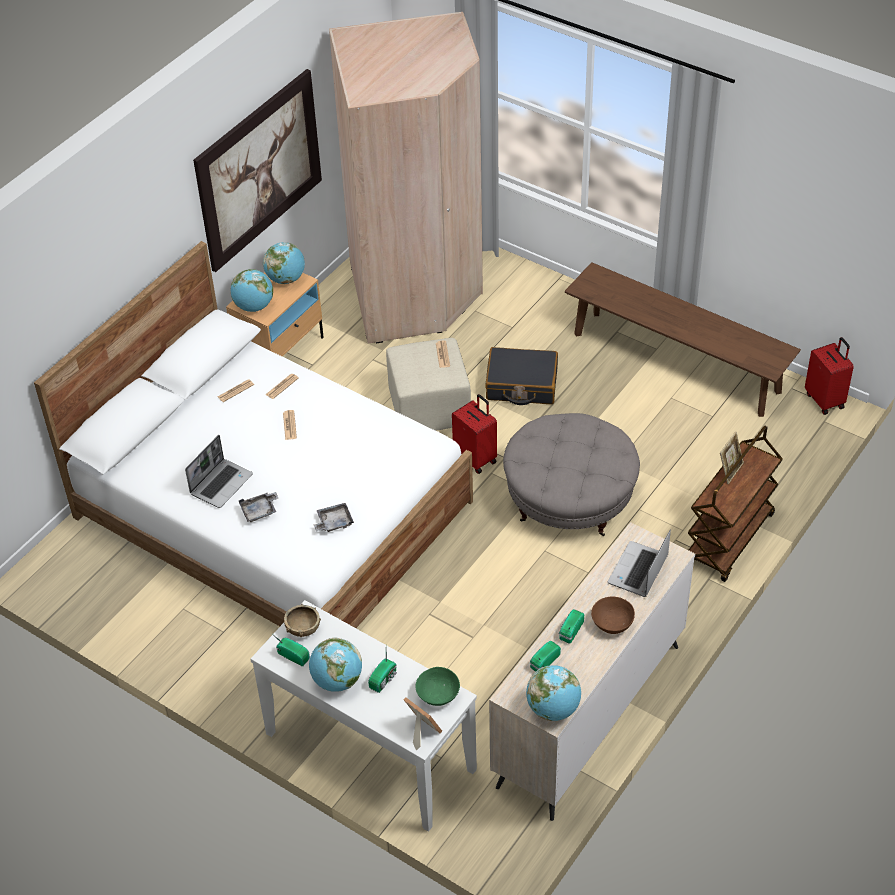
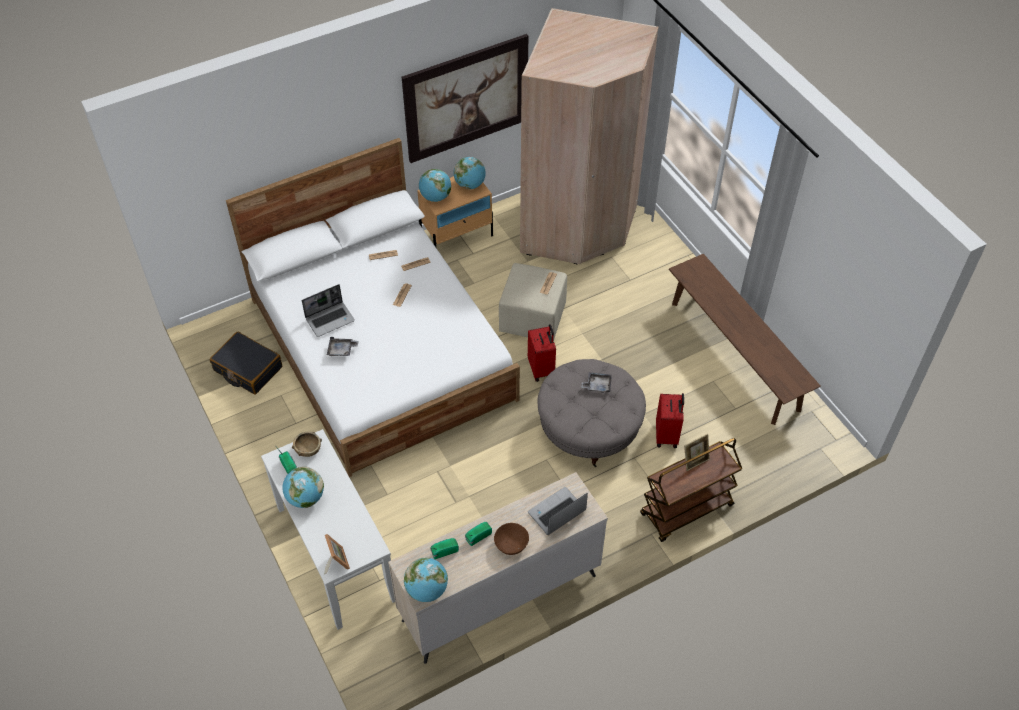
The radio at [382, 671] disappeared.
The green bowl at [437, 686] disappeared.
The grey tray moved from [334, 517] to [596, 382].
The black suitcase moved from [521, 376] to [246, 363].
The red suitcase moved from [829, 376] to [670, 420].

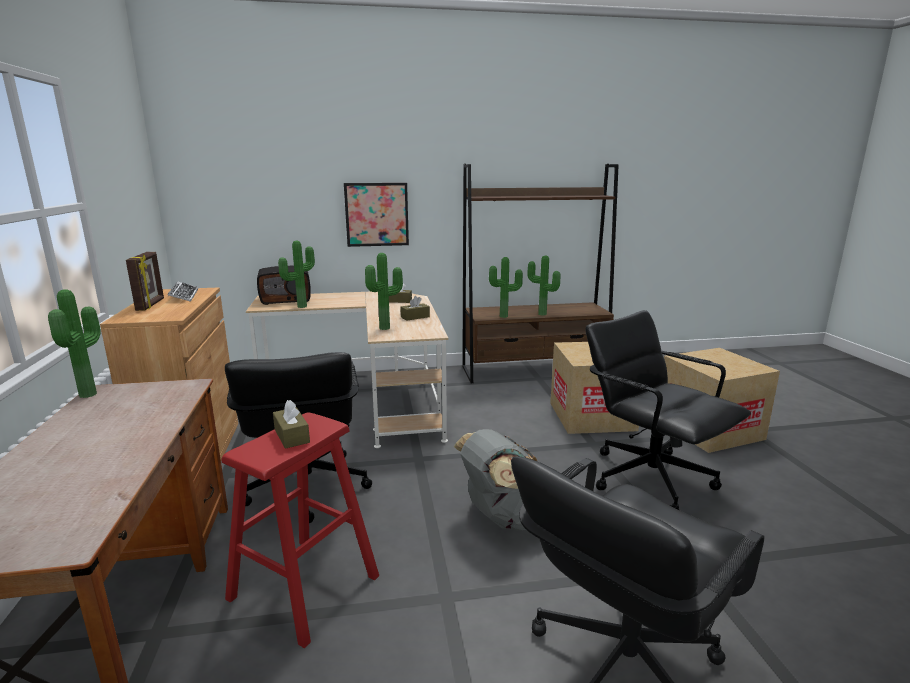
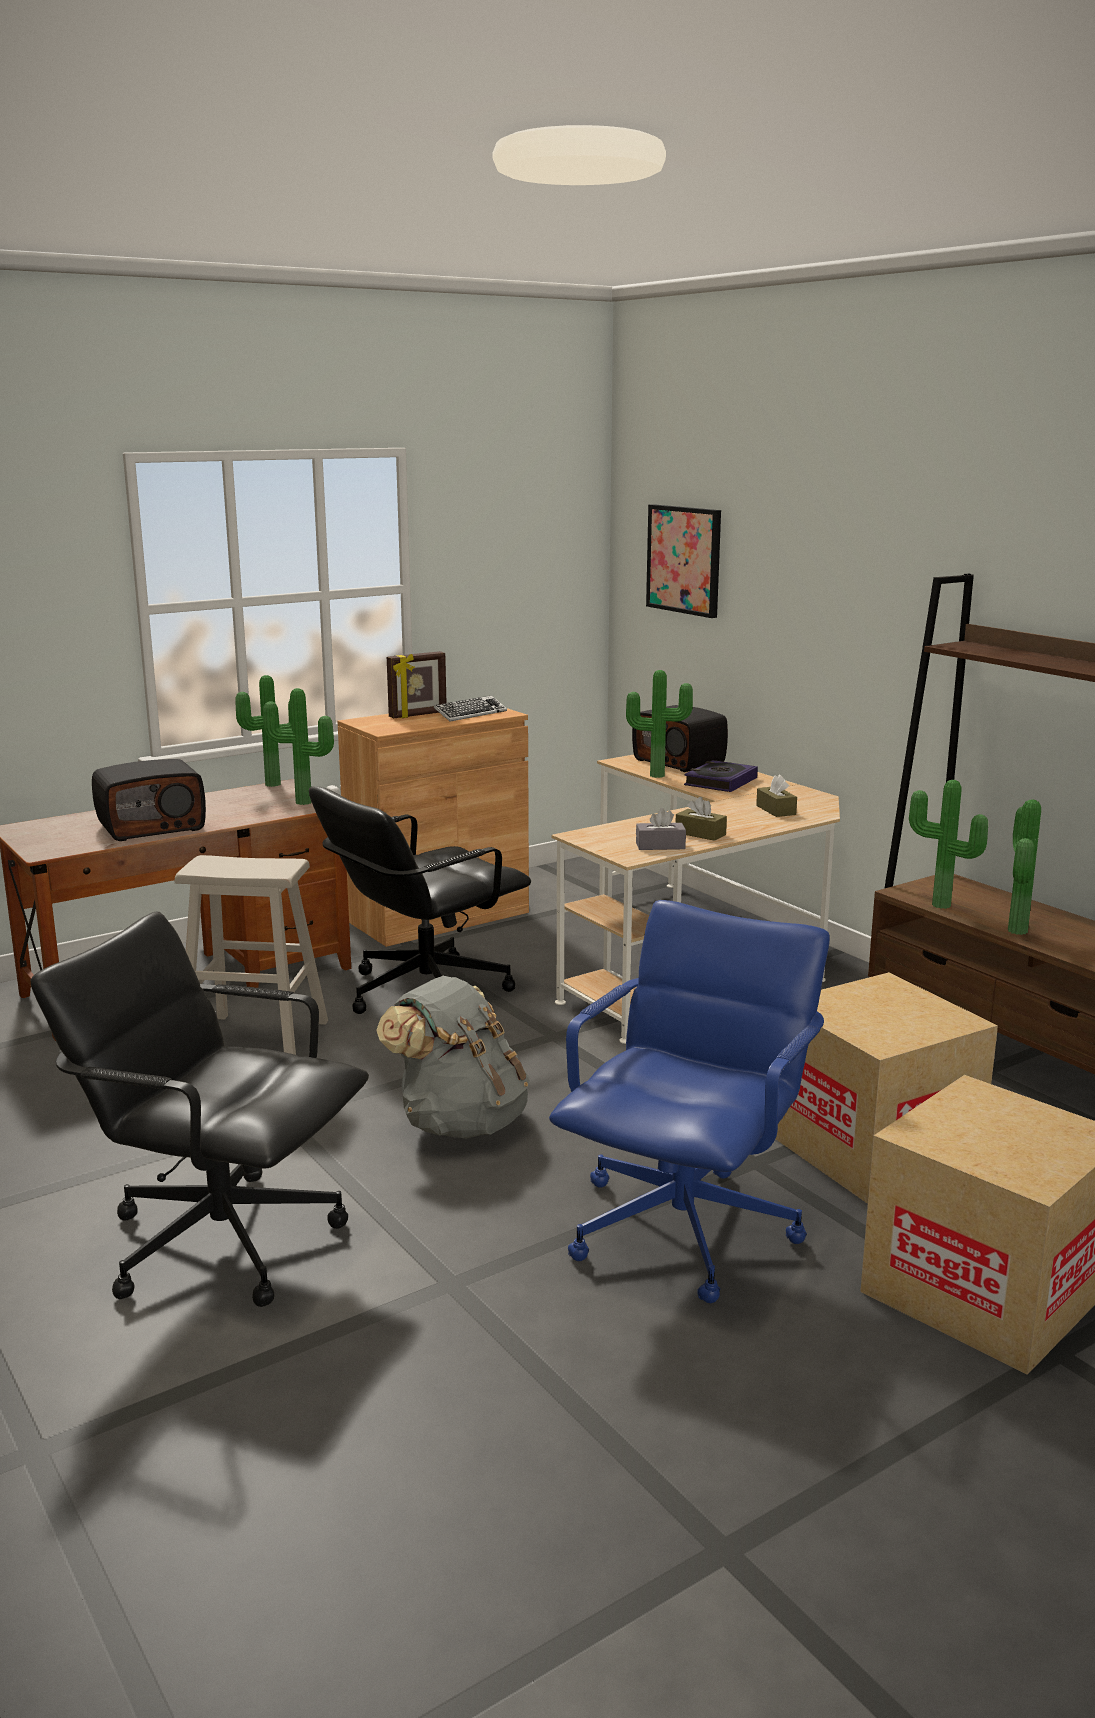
The brown tissue box at [291, 424] disappeared.
The radio at [149, 800] appeared.
The grey tissue box at [661, 829] appeared.
The book at [721, 776] appeared.
The picture moved from [376, 215] to [683, 561].
The potted plant moved from [384, 291] to [298, 746].
The red stool at [300, 530] became the beige stool at [251, 955].
The black office chair at [668, 410] became the blue office chair at [689, 1101].

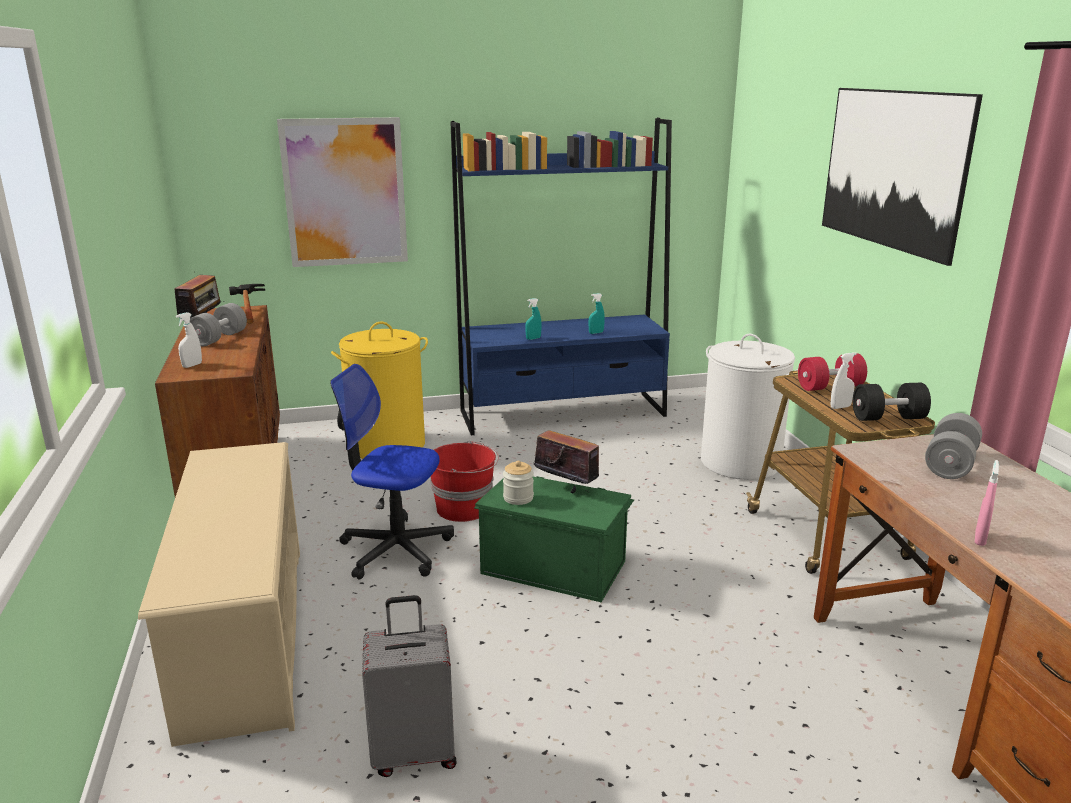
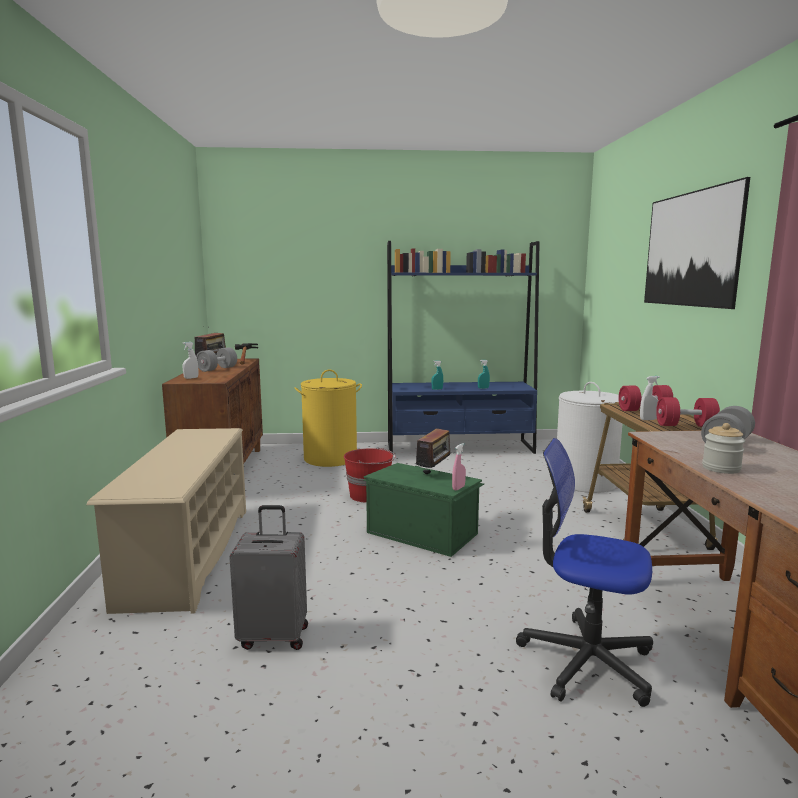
The picture at [342, 192] disappeared.
The office chair moved from [392, 472] to [584, 572].
The jar moved from [518, 483] to [723, 448].
The pink spray bottle moved from [987, 503] to [459, 466].
The black dumbbell at [892, 402] became the red dumbbell at [688, 412].
The radio at [566, 460] turned 75 degrees clockwise.

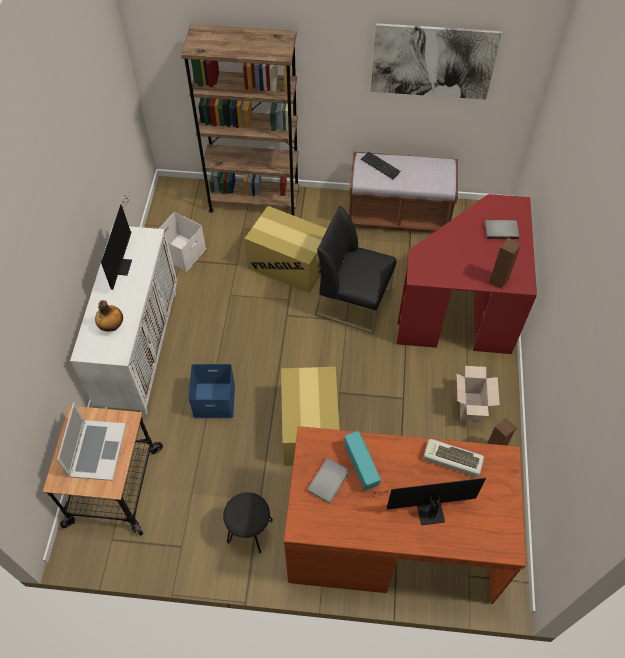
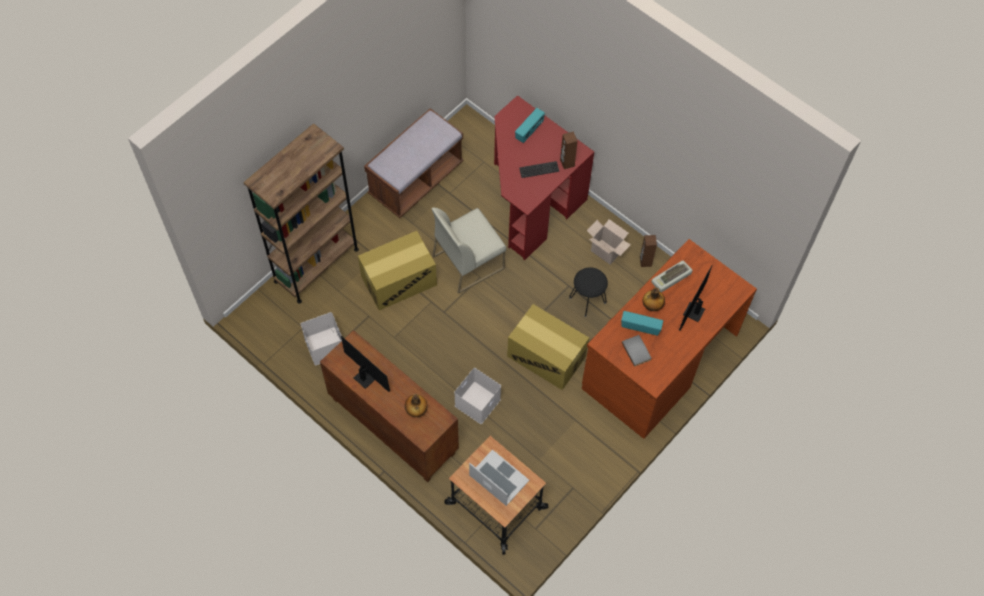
The picture at [436, 61] disappeared.
The bottle at [654, 299] appeared.
The black stool moved from [248, 523] to [588, 292].
The keyboard moved from [381, 165] to [539, 169].
The grey book at [502, 229] was replaced by the radio at [530, 125].
The white cabinet at [123, 321] became the brown cabinet at [389, 406].
The blue storage box at [211, 391] became the white storage box at [477, 396].
The black chair at [356, 270] became the white chair at [468, 251].

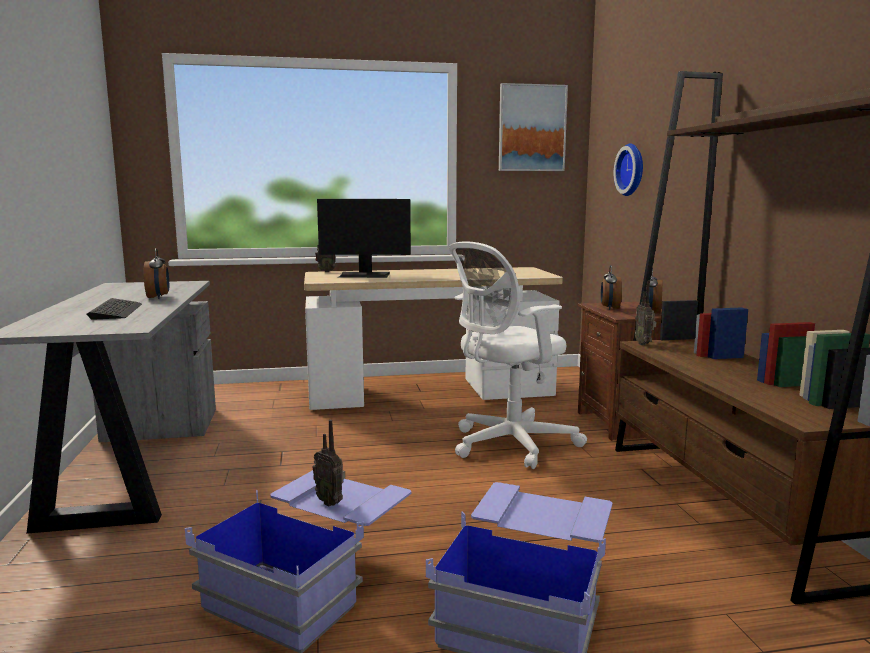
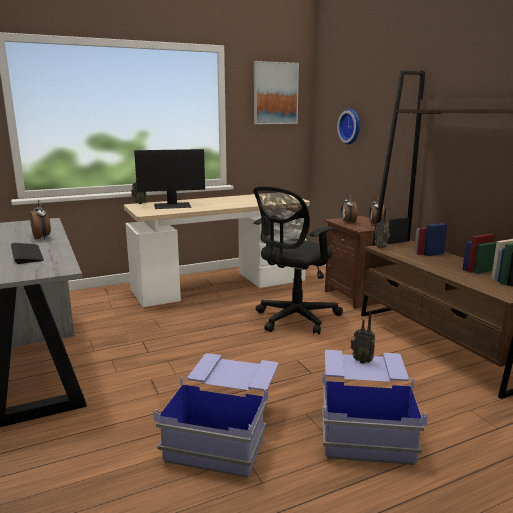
The radio moved from [328, 463] to [362, 337].
The white office chair at [518, 355] became the black office chair at [298, 260].

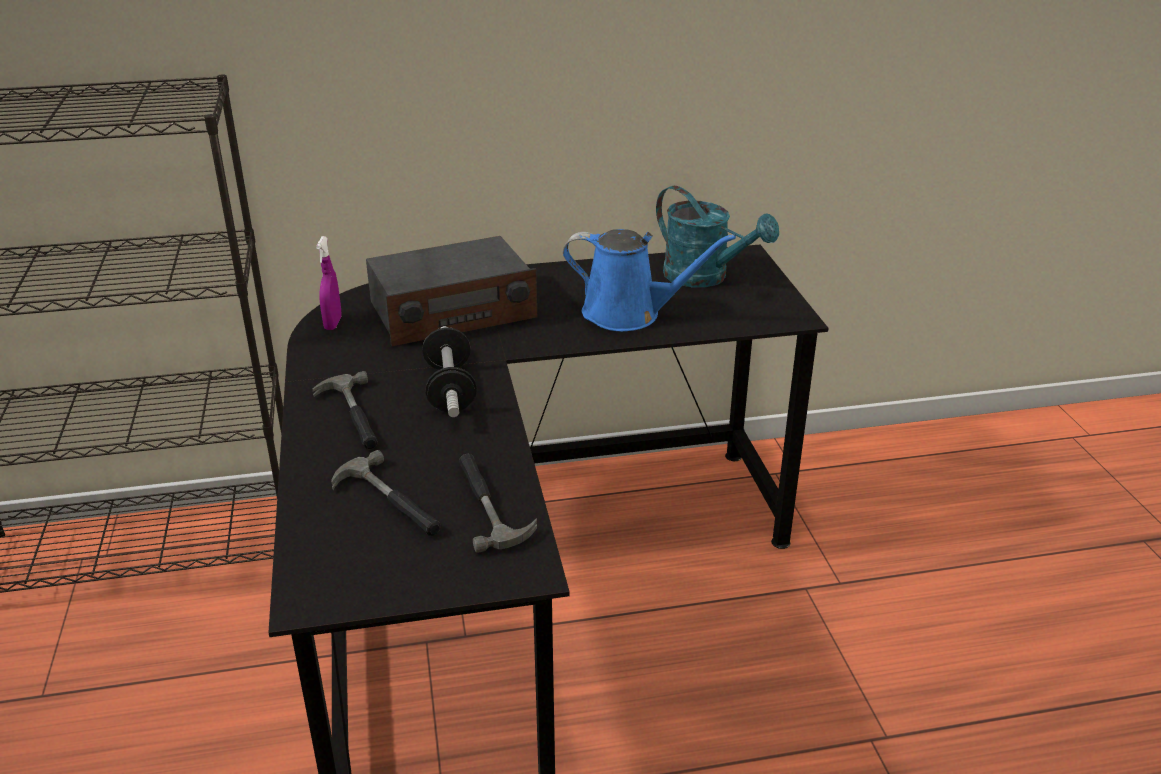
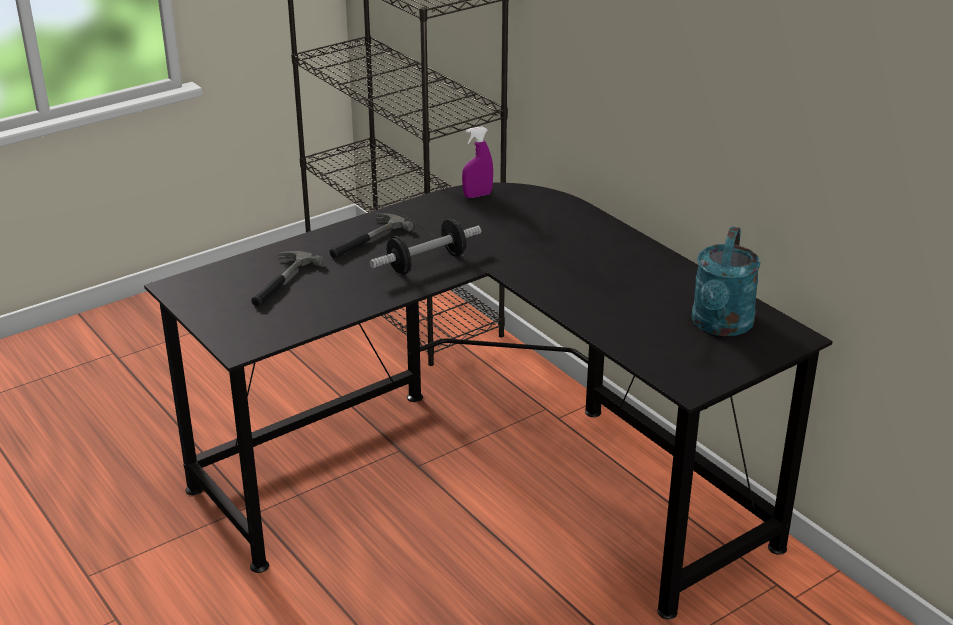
The radio at [451, 291] disappeared.
The hammer at [498, 503] disappeared.
The blue watering can at [649, 280] disappeared.

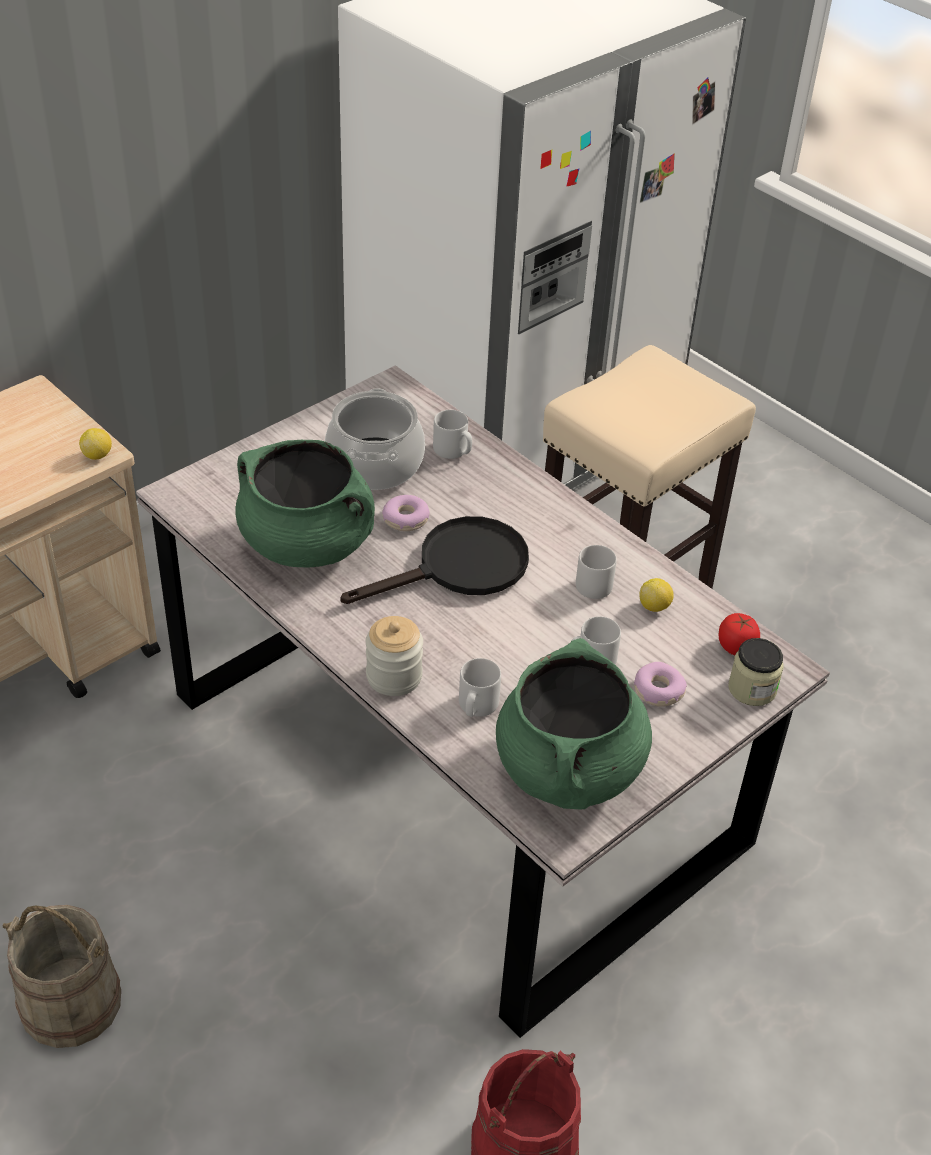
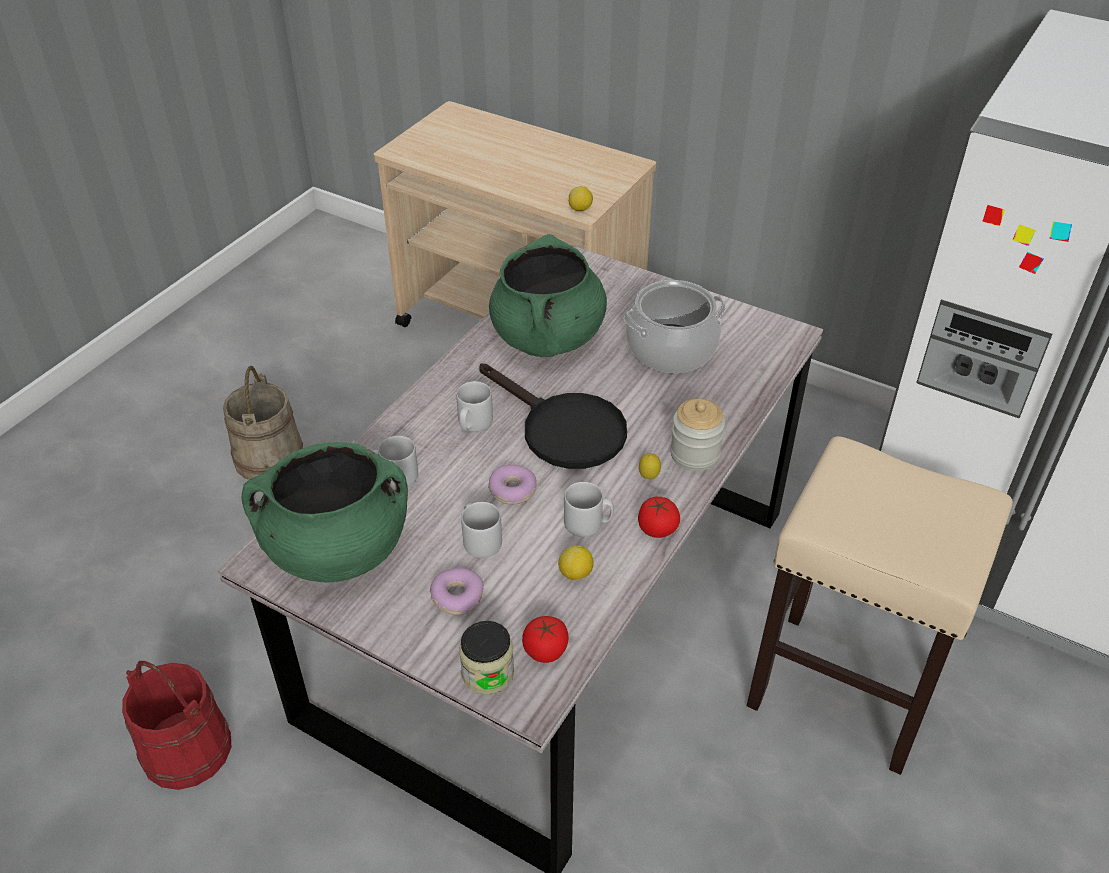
The tomato at [659, 517] appeared.
The lemon at [650, 466] appeared.
The jar moved from [394, 656] to [697, 435].
The donut moved from [406, 513] to [512, 485].
The grey mug moved from [452, 434] to [474, 406].

